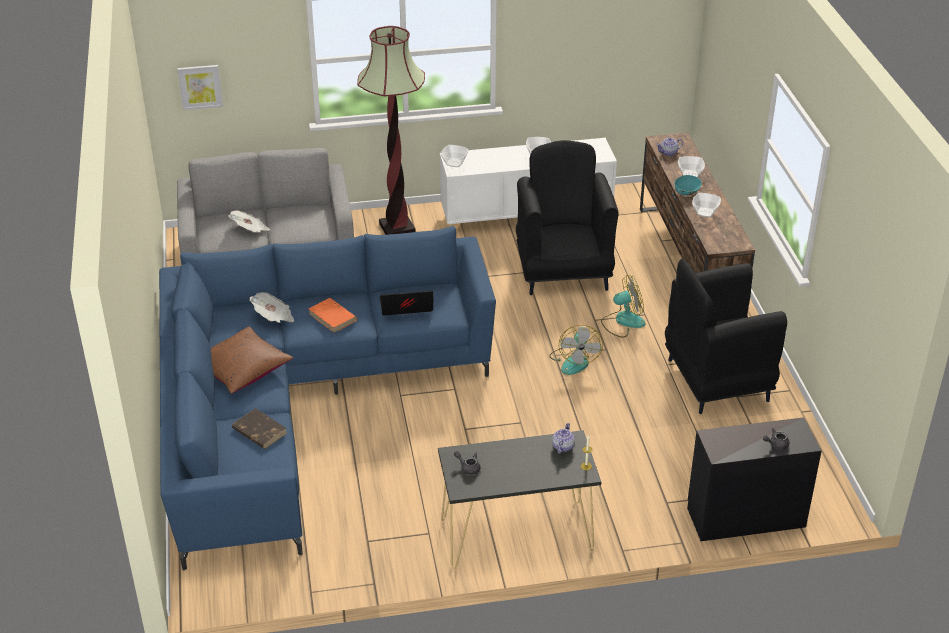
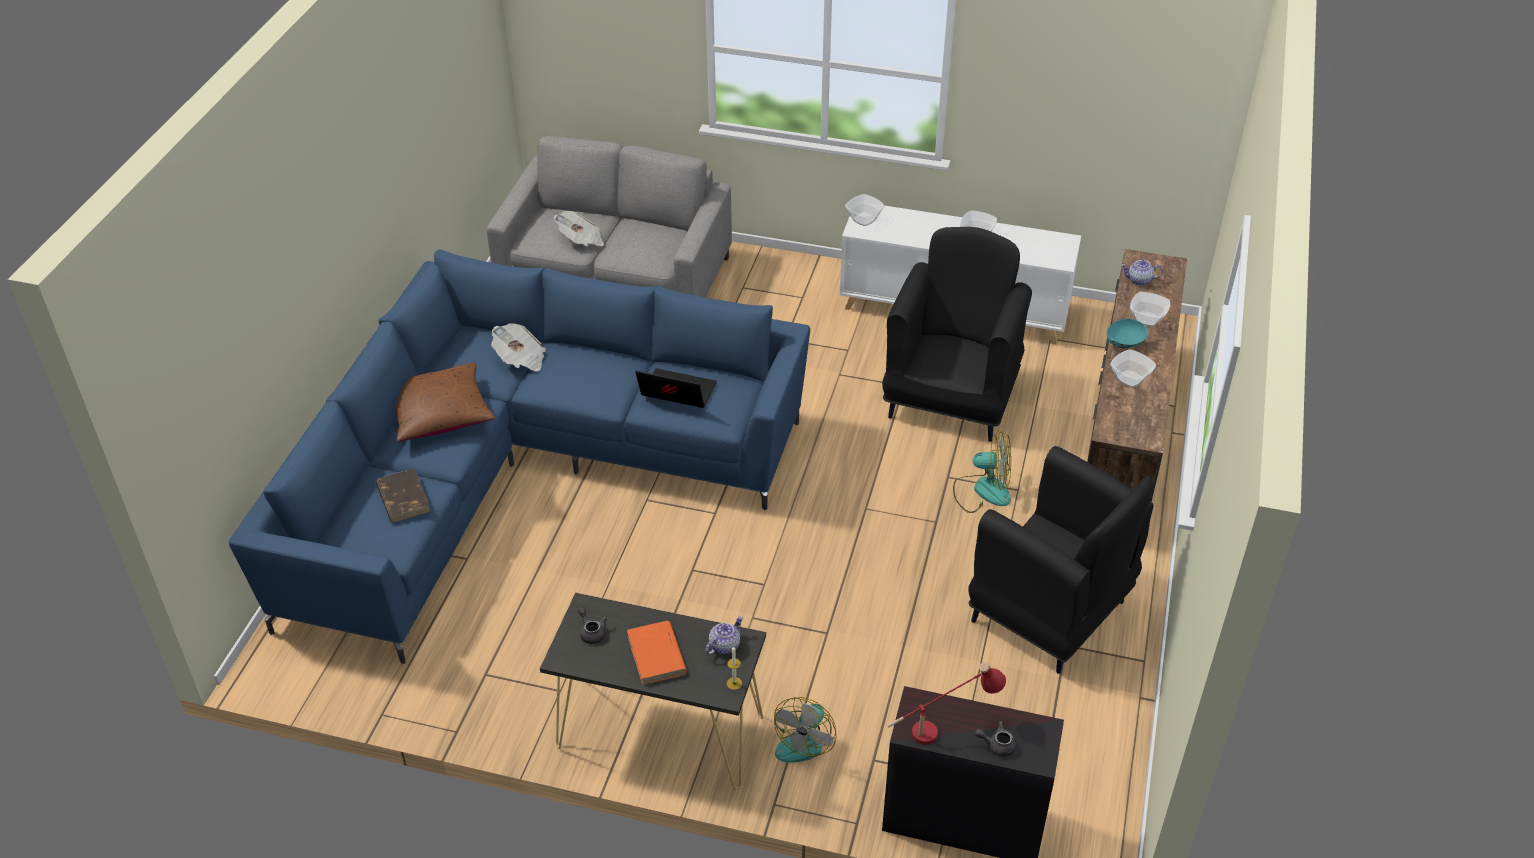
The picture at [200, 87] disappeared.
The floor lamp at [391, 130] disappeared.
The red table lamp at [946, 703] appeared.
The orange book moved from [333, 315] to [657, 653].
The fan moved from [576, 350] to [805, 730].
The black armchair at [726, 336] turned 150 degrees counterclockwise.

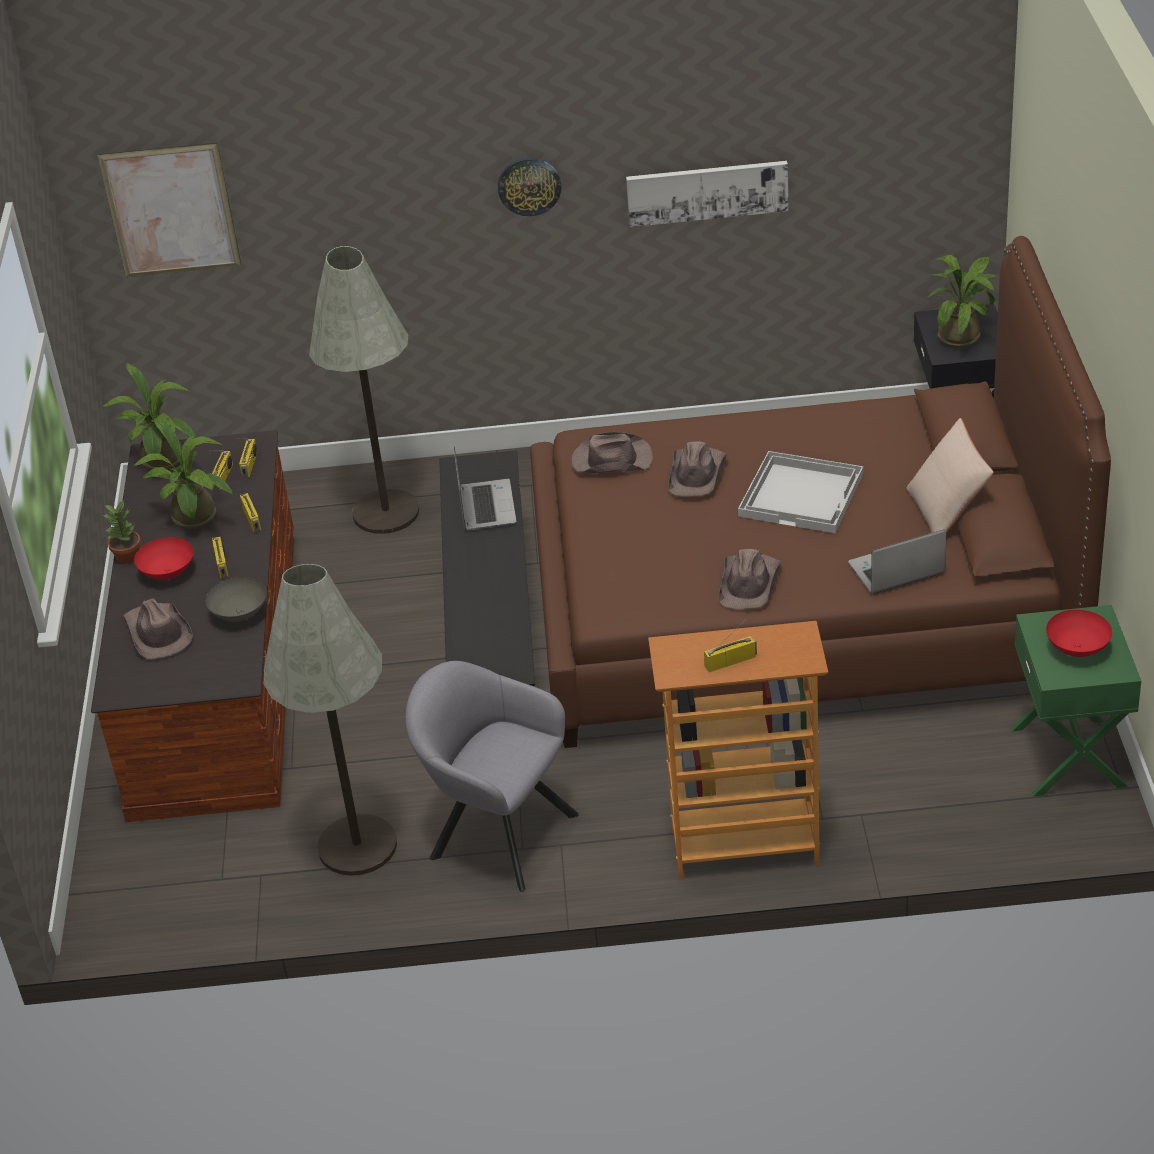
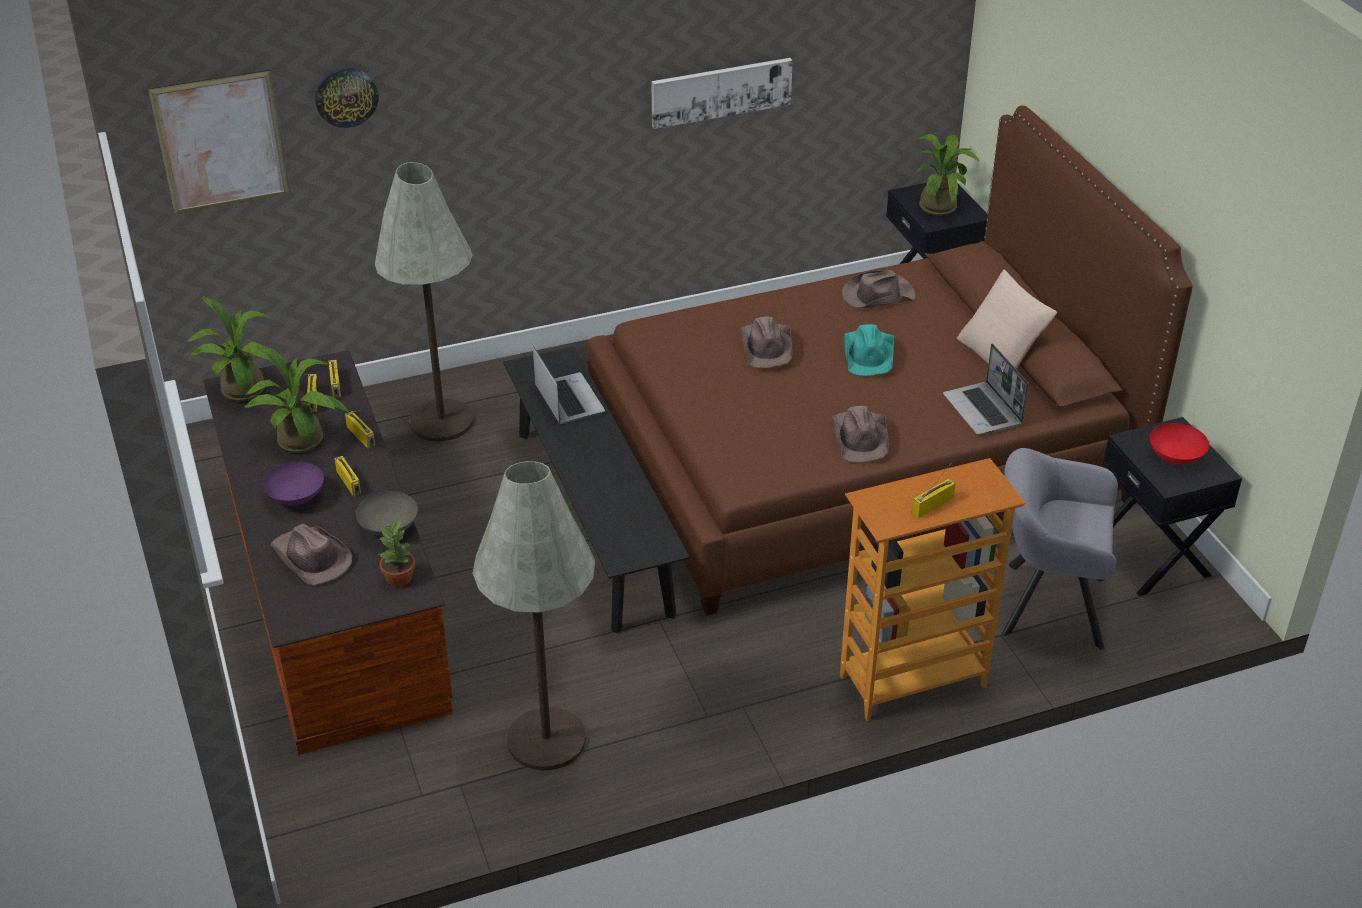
The potted plant moved from [121, 532] to [397, 553].
The grey armchair moved from [492, 776] to [1060, 549].
The wall clock moved from [529, 187] to [347, 98].
The brown hat moved from [612, 452] to [878, 289].
The white tray at [800, 492] was replaced by the turquoise hat at [869, 350].
The red bowl at [164, 558] became the purple bowl at [293, 483].
The green nightstand at [1076, 700] became the black nightstand at [1172, 506].
The laptop at [897, 561] turned 75 degrees counterclockwise.

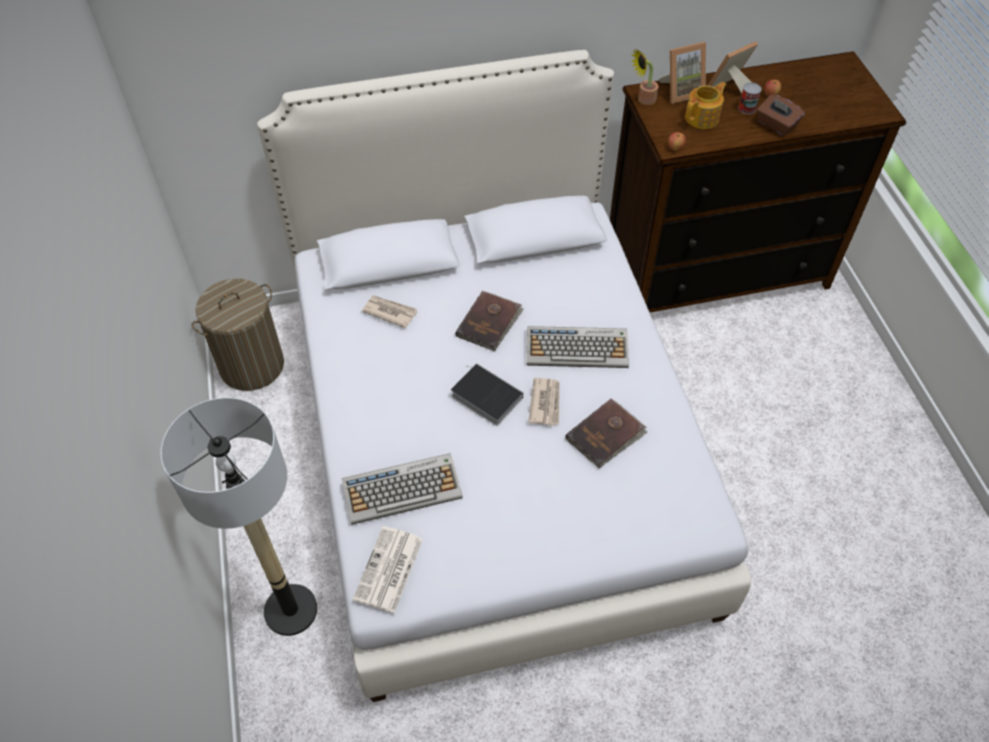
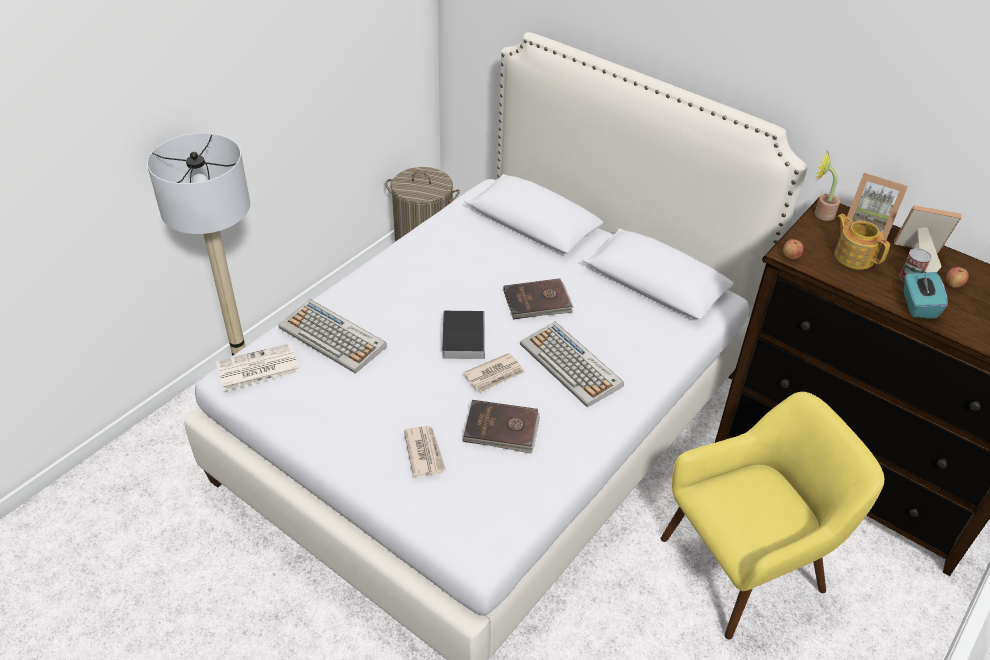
The yellow armchair at [773, 515] appeared.
The newspaper moved from [389, 311] to [425, 451].
The brown tissue box at [781, 115] became the turquoise tissue box at [926, 295].
The teapot at [706, 105] turned 135 degrees counterclockwise.

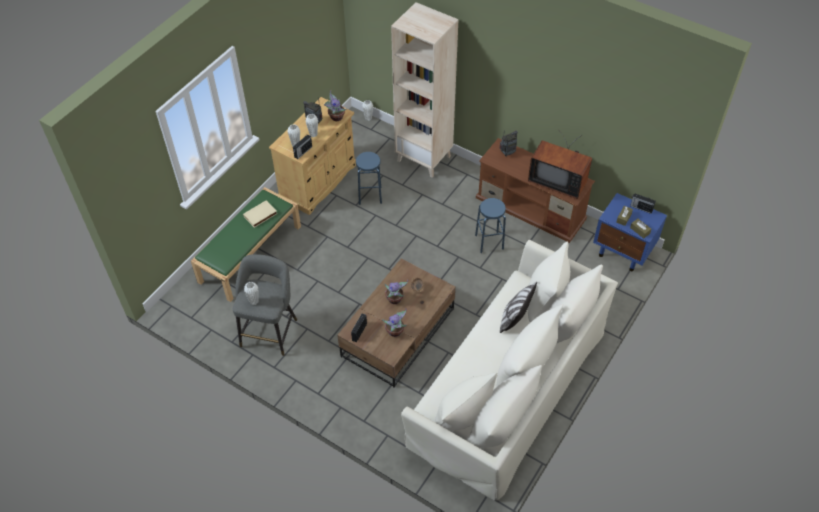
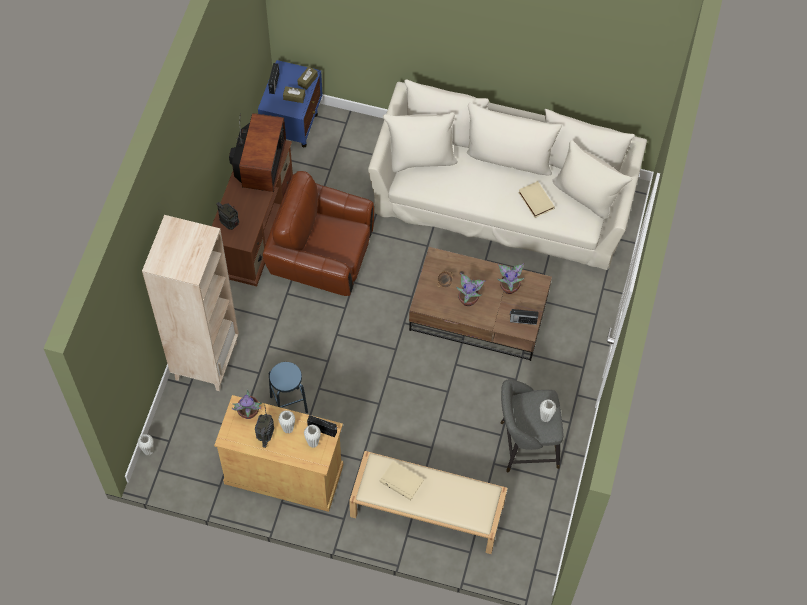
The pillow at [518, 307] disappeared.
The beige book at [536, 199] appeared.
The blue stool at [490, 225] was replaced by the brown armchair at [318, 233].
The green bench at [246, 244] became the beige bench at [428, 502].

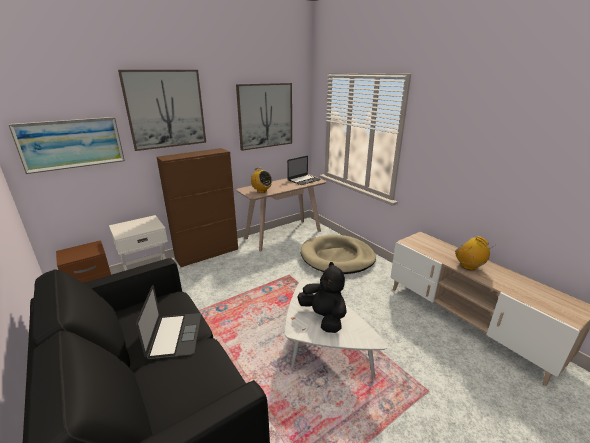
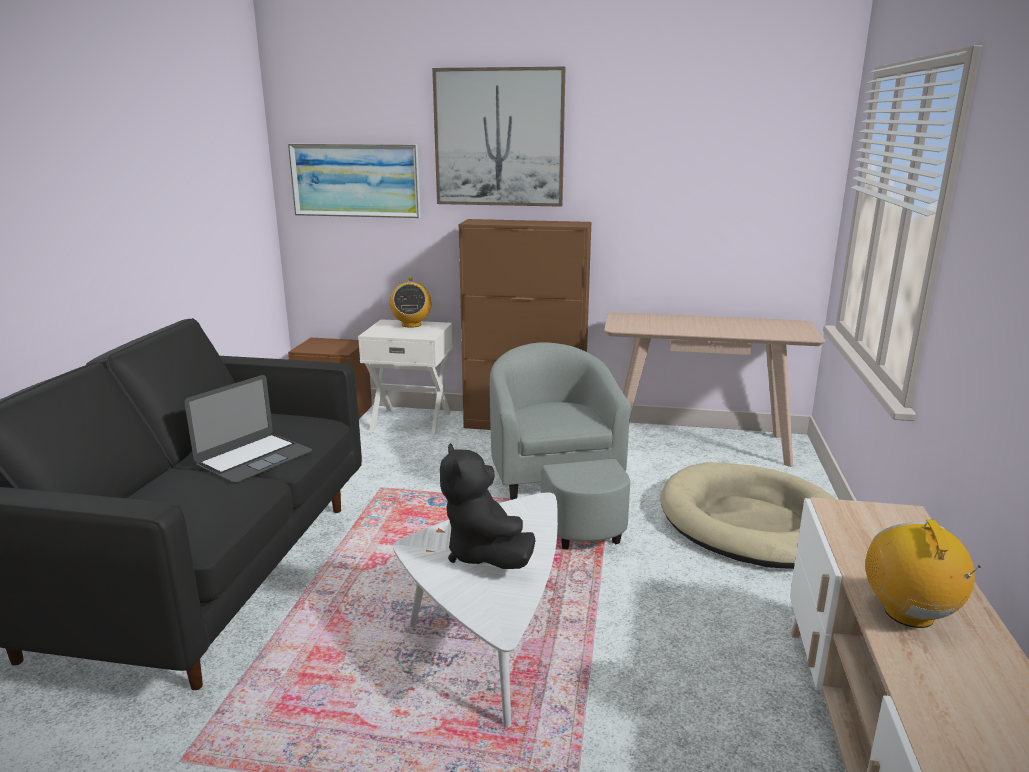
The picture at [264, 117] disappeared.
The laptop at [304, 170] disappeared.
The grey armchair at [560, 446] appeared.
The radio moved from [261, 180] to [410, 302].
The black plush toy at [322, 297] turned 150 degrees clockwise.

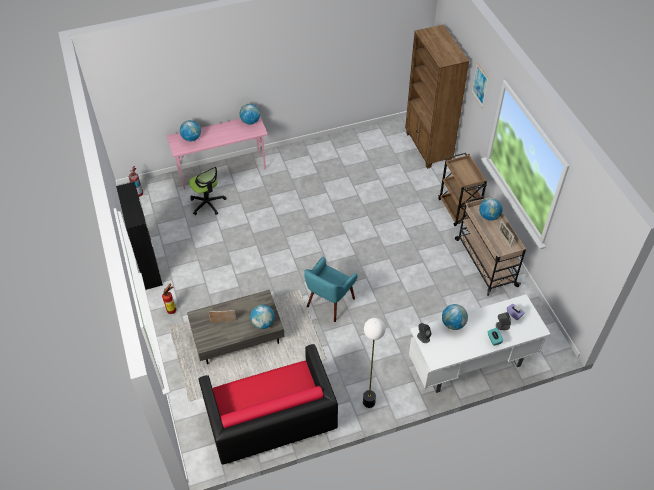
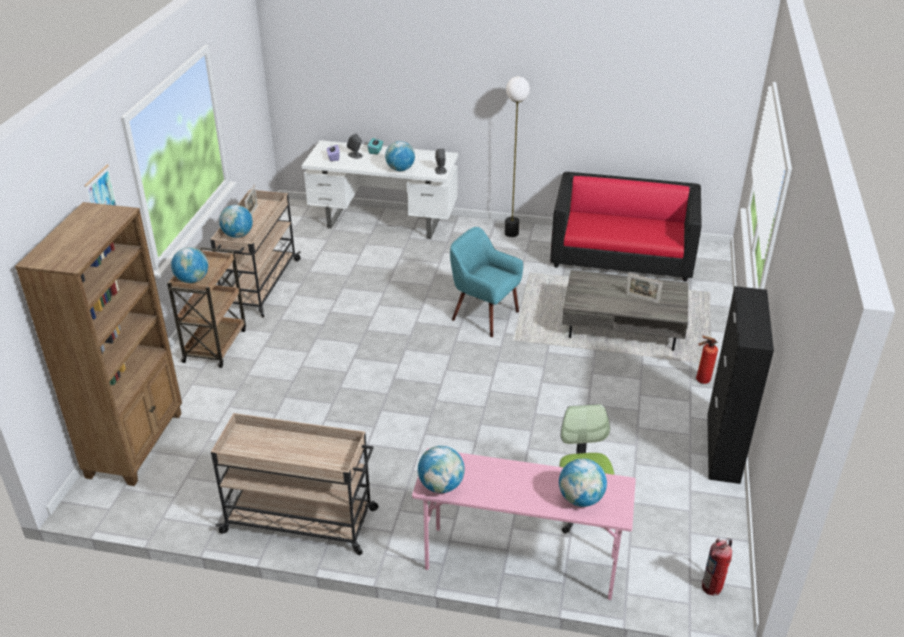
The beige cart at [294, 484] appeared.
The globe moved from [262, 317] to [189, 265].
The turquoise armchair at [330, 289] turned 120 degrees counterclockwise.

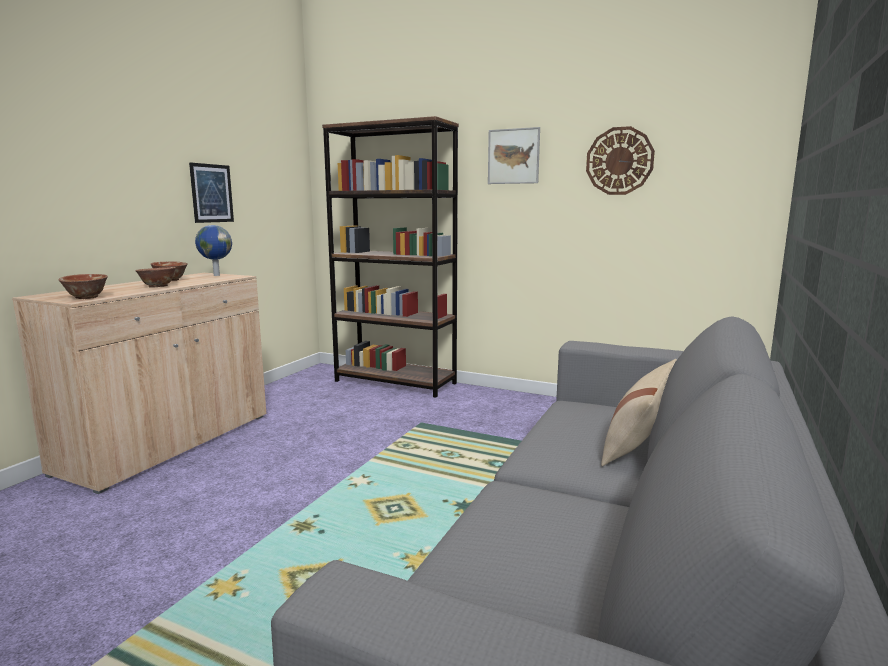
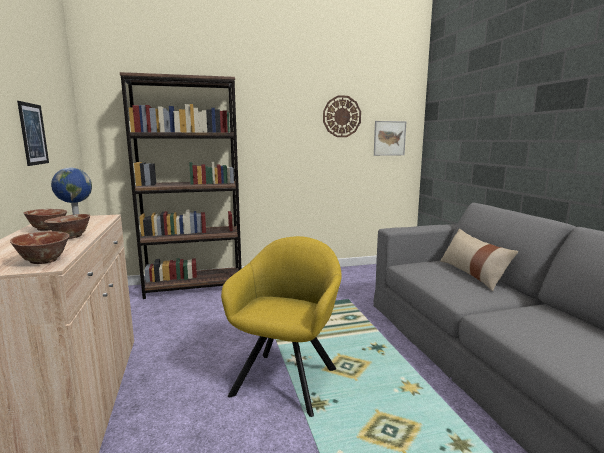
The yellow armchair at [281, 326] appeared.
The picture moved from [514, 155] to [390, 138].

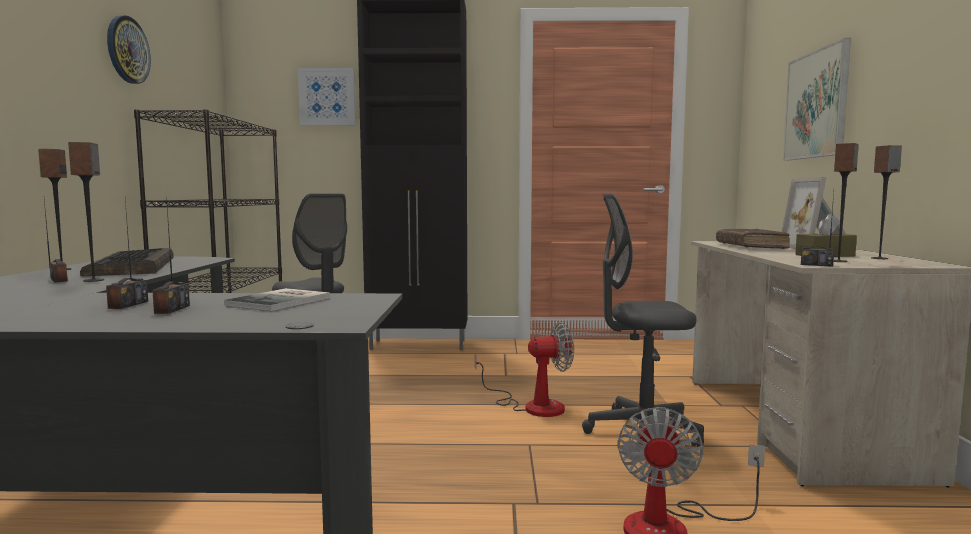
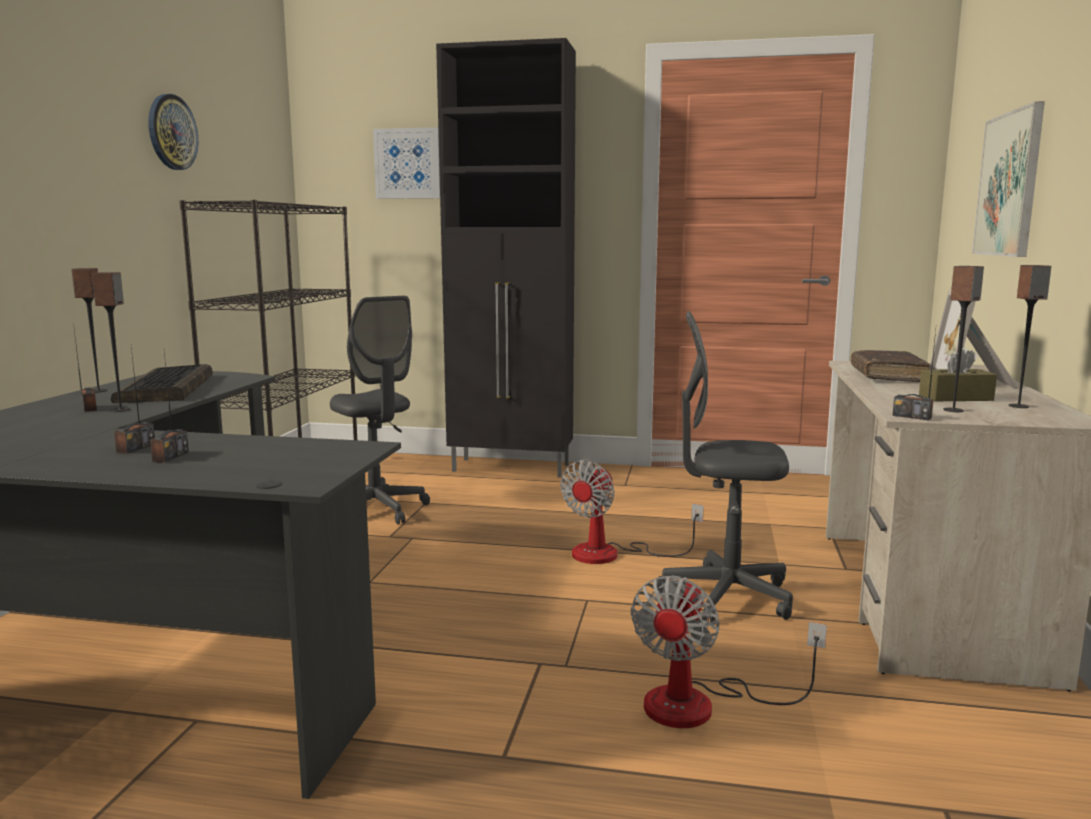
The book at [277, 299] disappeared.
The fan at [524, 369] turned 120 degrees clockwise.

